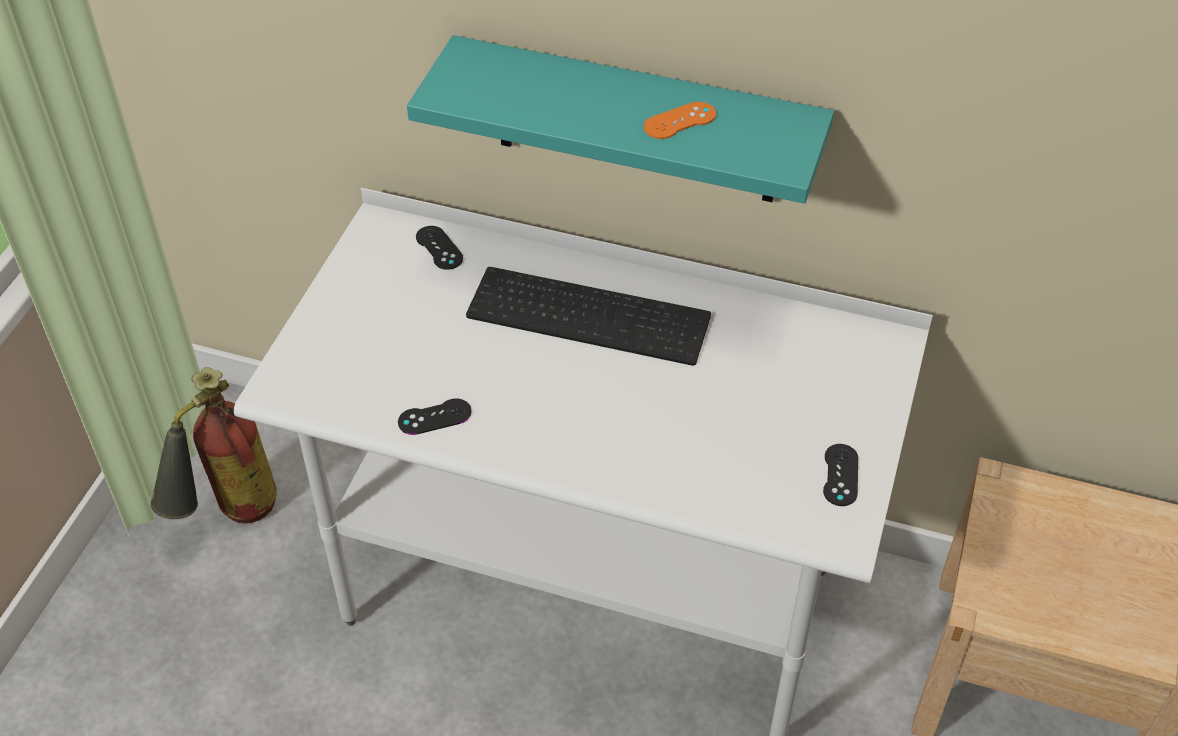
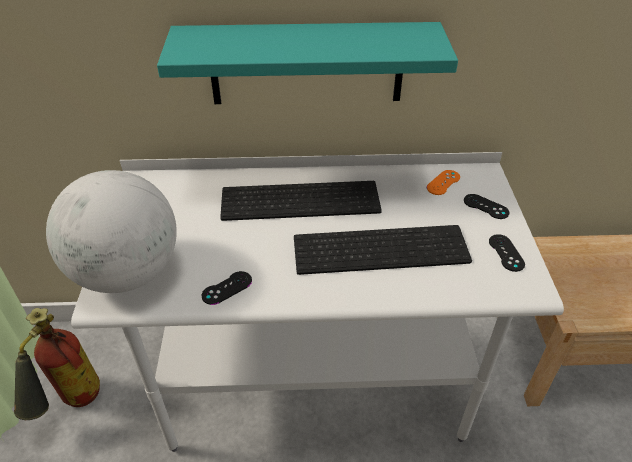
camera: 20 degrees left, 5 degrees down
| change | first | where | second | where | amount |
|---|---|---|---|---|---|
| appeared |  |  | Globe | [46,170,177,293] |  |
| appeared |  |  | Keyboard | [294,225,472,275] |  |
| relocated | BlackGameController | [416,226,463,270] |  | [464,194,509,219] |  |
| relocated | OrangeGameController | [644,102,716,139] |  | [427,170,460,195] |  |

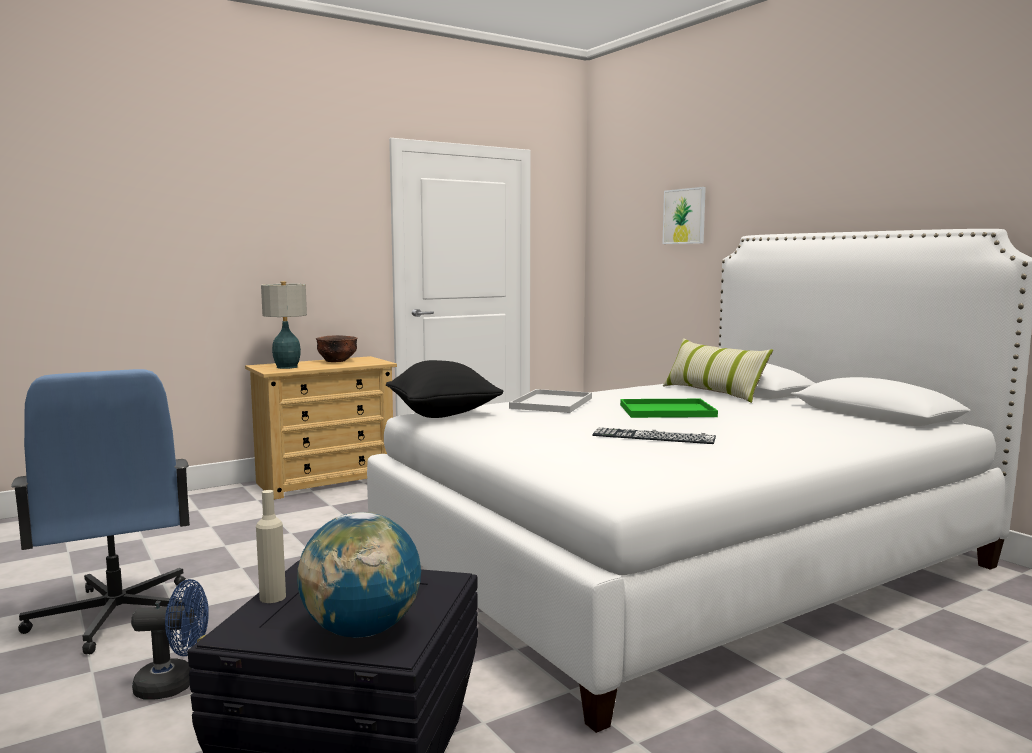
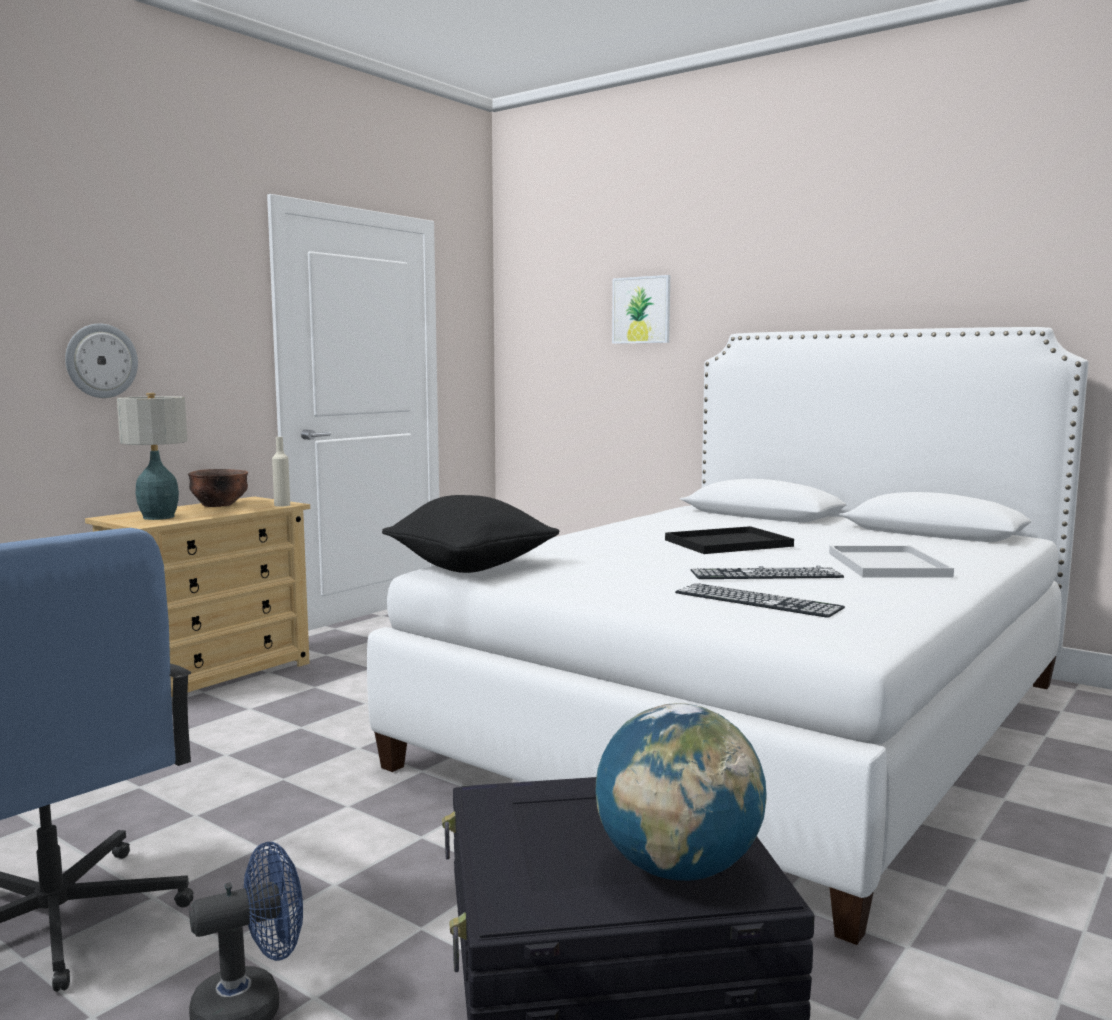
camera: 20 degrees left, 0 degrees up
| change | first | where | second | where | amount |
|---|---|---|---|---|---|
| missing | Pillow | [663,338,773,403] |  |  |  |
| appeared |  |  | WallClock | [65,324,138,398] |  |
| appeared |  |  | Keyboard | [675,583,845,618] |  |
| relocated | BeigeBottle | [256,490,286,603] |  | [272,437,290,507] |  |
| relocated | WhiteTray | [509,389,592,413] |  | [829,546,954,578] |  |
| colour | GreenTray | [620,399,718,418] | BlackTray | [665,526,794,554] |  |

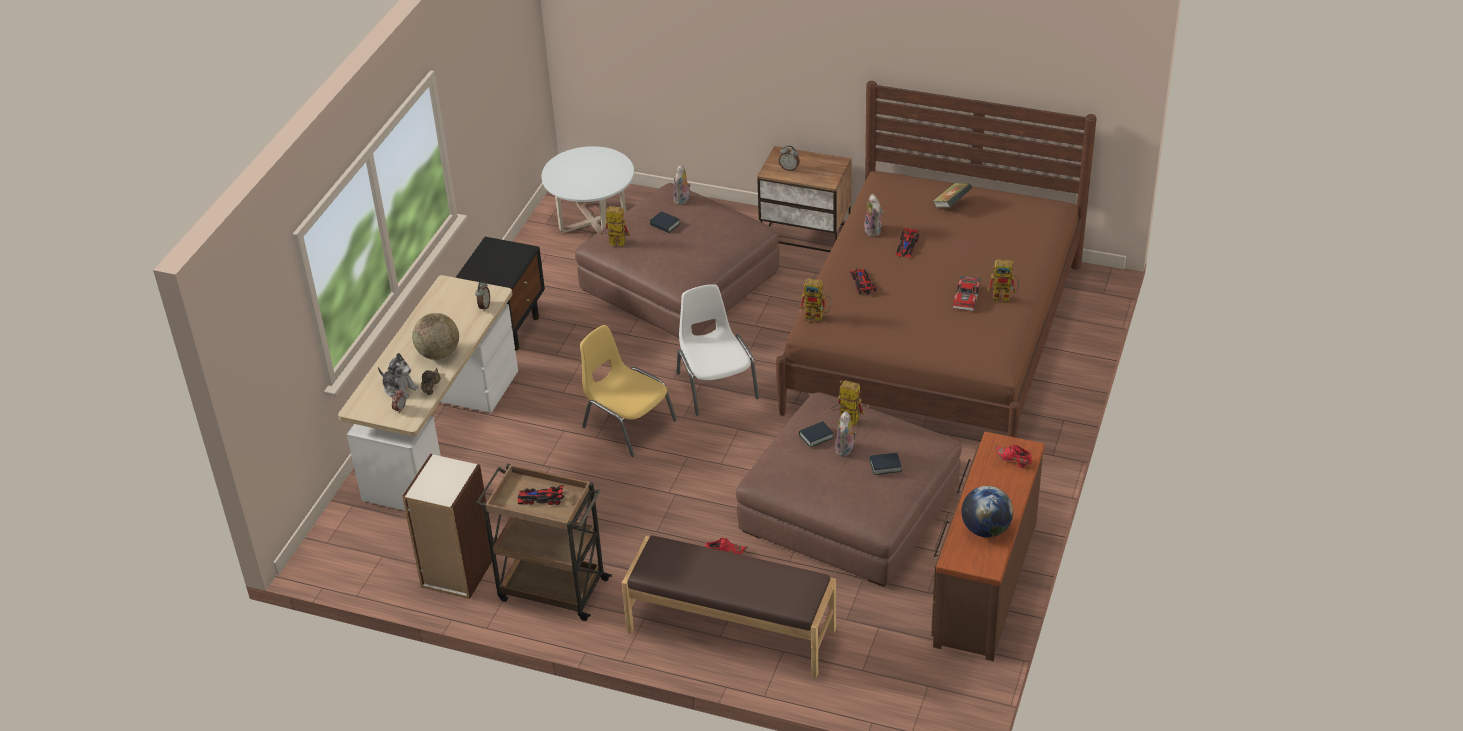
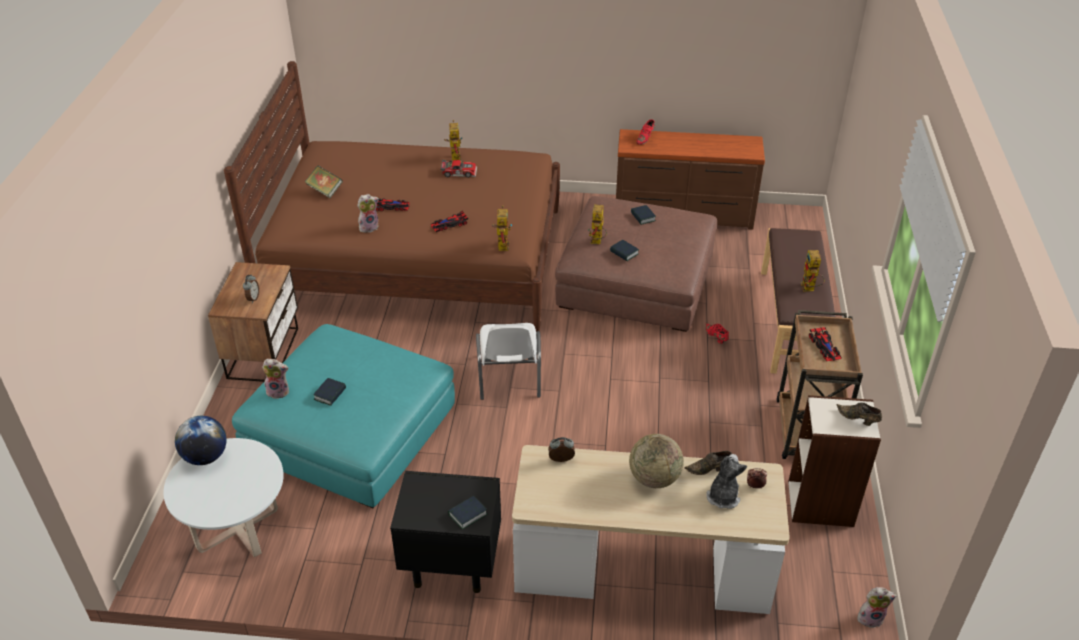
camera: 105 degrees left, 0 degrees up
| change | first | where | second | where | amount |
|---|---|---|---|---|---|
| missing | YellowChair | [580,325,677,457] |  |  |  |
| appeared |  |  | Book | [448,496,488,530] |  |
| appeared |  |  | BrownShoe | [836,403,882,426] |  |
| relocated | ToyRobot | [599,206,630,247] |  | [801,250,825,291] |  |
| relocated | PlushToy | [835,411,857,457] |  | [857,587,897,628] |  |
| relocated | Globe | [961,486,1013,538] |  | [175,416,227,465] |  |
| colour | BrownOttoman | [575,183,780,338] | TurquoiseOttoman | [232,324,455,508] |  |
| spun | WhiteChair | [676,284,759,415] |  | [476,323,541,400] | 60 degrees counterclockwise |

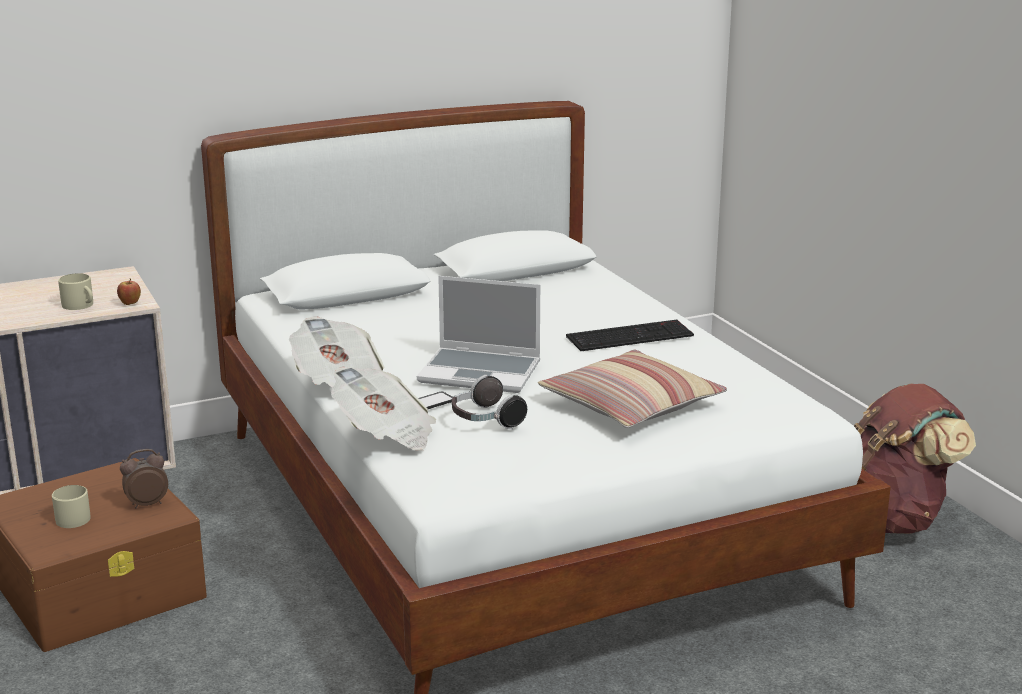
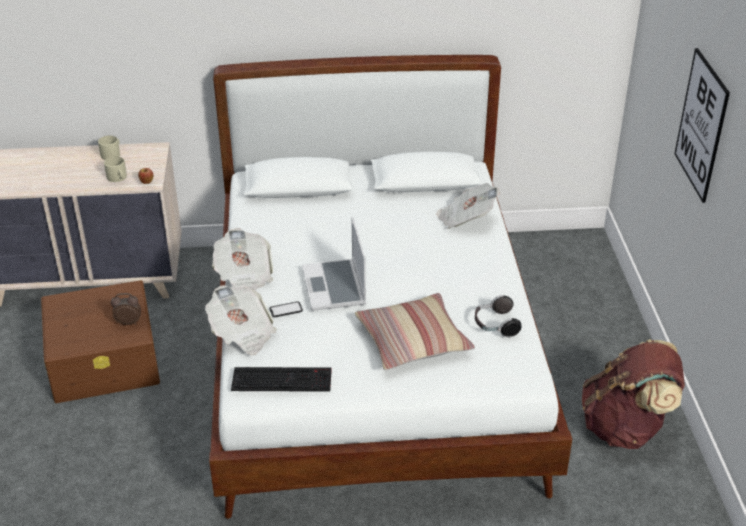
camera: 20 degrees right, 15 degrees up
| change | first | where | second | where | amount |
|---|---|---|---|---|---|
| appeared |  |  | Newspaper | [436,183,500,229] |  |
| appeared |  |  | Picture | [674,48,730,203] |  |
| relocated | BeigeMug | [52,485,91,528] |  | [98,136,120,160] |  |
| relocated | Headphones | [452,375,527,429] |  | [475,295,522,338] |  |
| relocated | Keyboard | [566,320,694,351] |  | [231,367,332,392] |  |
| spun | Laptop | [417,276,540,393] |  | [302,217,366,311] | 45 degrees clockwise |

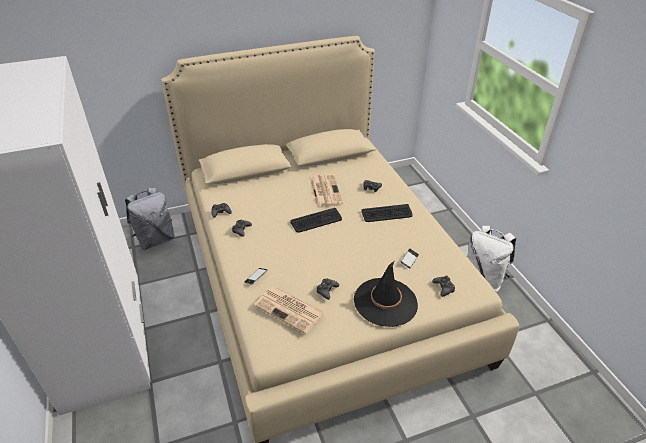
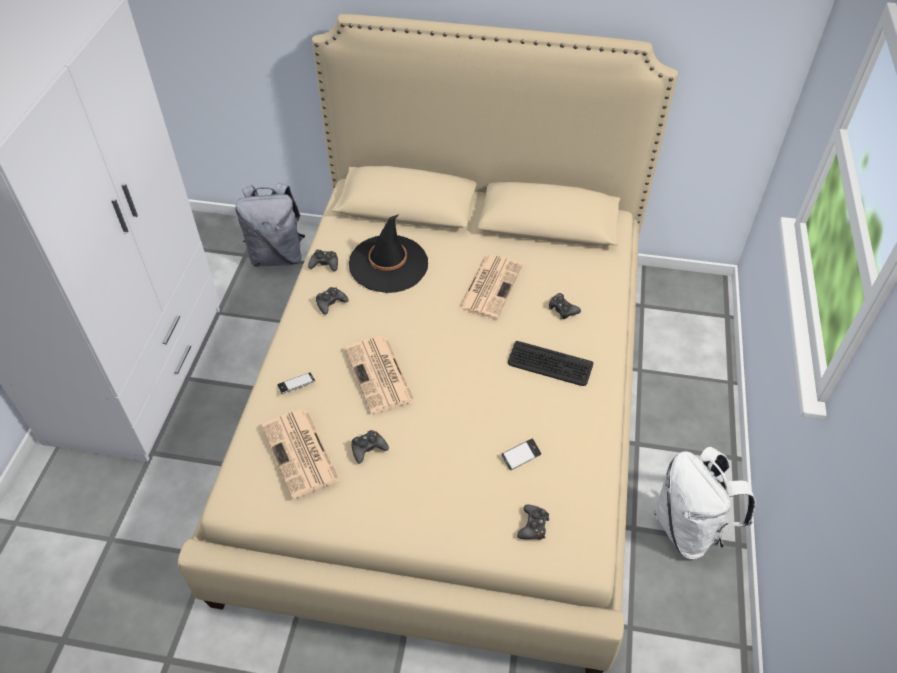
camera: 30 degrees right, 10 degrees up
| change | first | where | second | where | amount |
|---|---|---|---|---|---|
| missing | Keyboard | [291,208,342,233] |  |  |  |
| appeared |  |  | Newspaper | [345,336,415,414] |  |
| relocated | BlackHat | [354,261,418,327] |  | [349,214,428,293] |  |

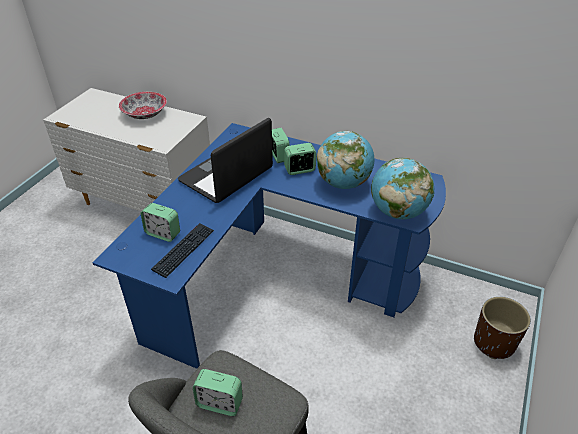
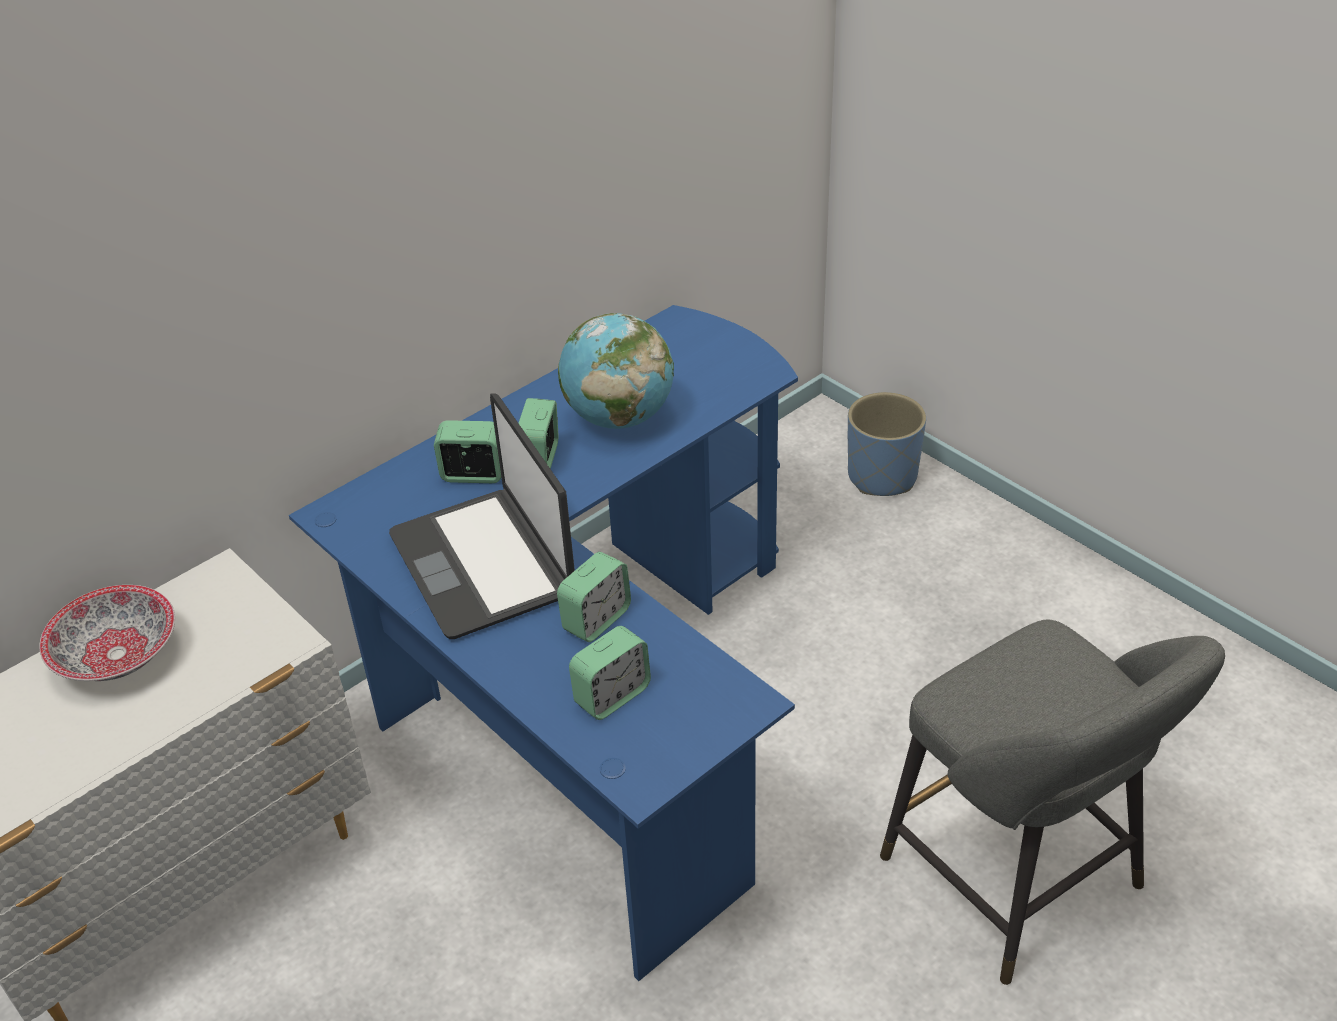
camera: 65 degrees left, 0 degrees up
| change | first | where | second | where | amount |
|---|---|---|---|---|---|
| missing | Keyboard | [151,223,214,278] |  |  |  |
| missing | Globe | [371,158,434,219] |  |  |  |
| relocated | AlarmClock | [193,369,243,416] |  | [557,552,631,642] |  |
| colour | BrownPlanter | [474,297,531,359] | BluePlanter | [848,392,926,496] |  |

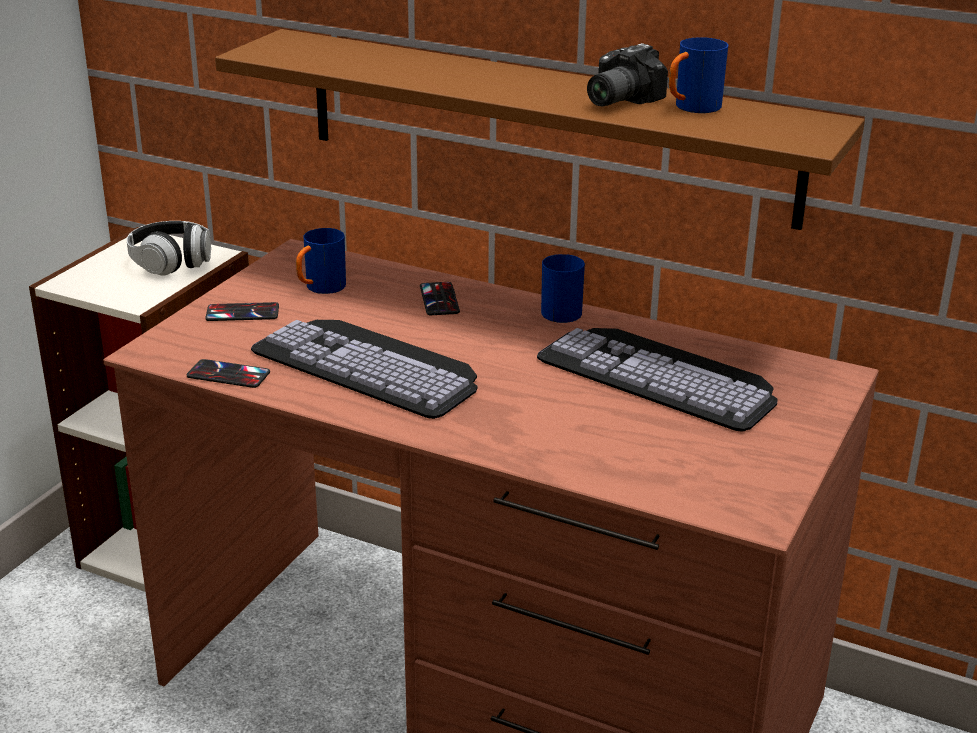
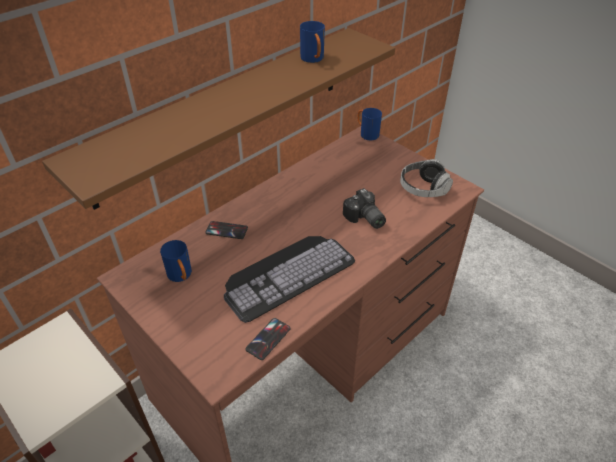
camera: 70 degrees left, 15 degrees up
| change | first | where | second | where | amount |
|---|---|---|---|---|---|
| missing | Phone | [205,302,279,321] |  |  |  |
| missing | Keyboard | [537,328,778,431] |  |  |  |
| relocated | Headphones | [127,221,211,276] |  | [400,159,453,197] |  |
| relocated | BlueMug | [541,254,585,323] |  | [357,108,382,140] |  |
| relocated | PhotoCamera | [587,43,668,106] |  | [343,188,386,229] |  |

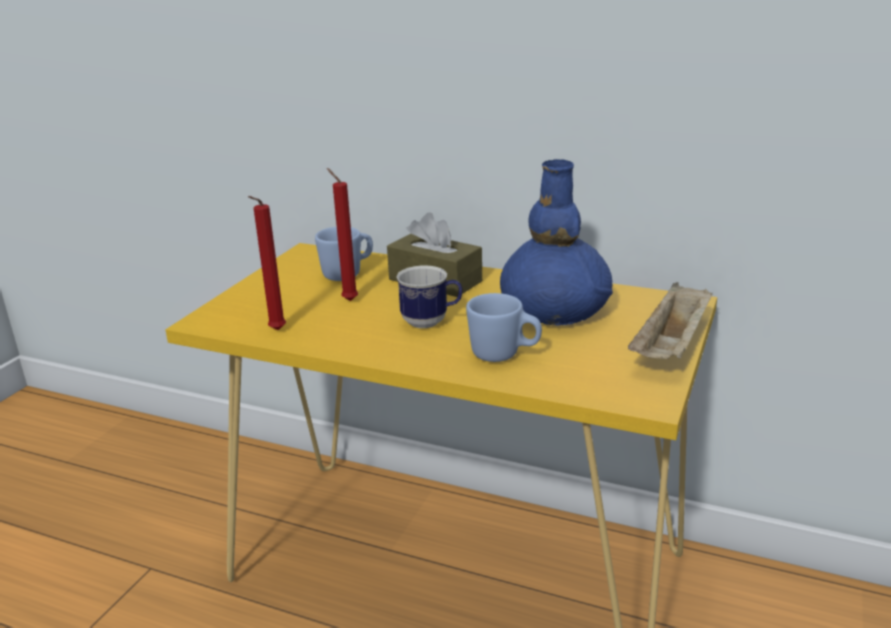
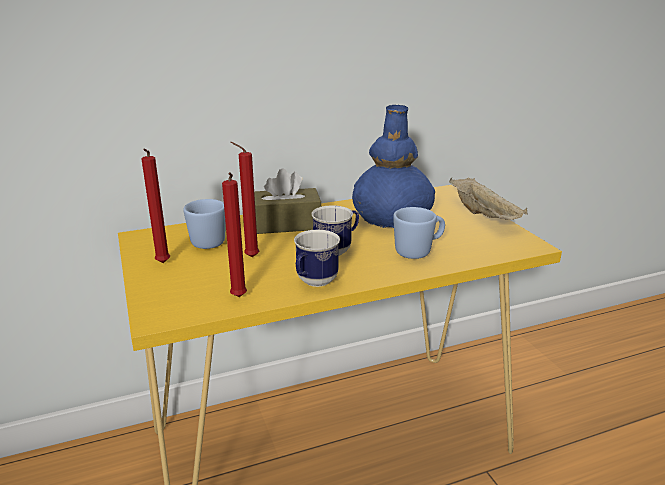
camera: 45 degrees left, 0 degrees up
| change | first | where | second | where | amount |
|---|---|---|---|---|---|
| appeared |  |  | RedCandle | [142,148,170,263] |  |
| appeared |  |  | Mug | [294,230,340,287] |  |

